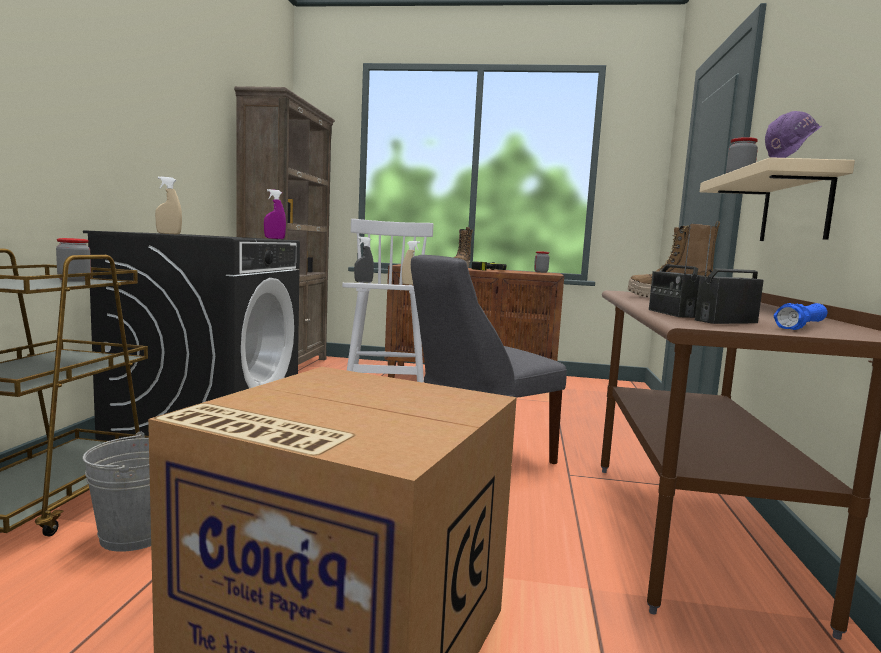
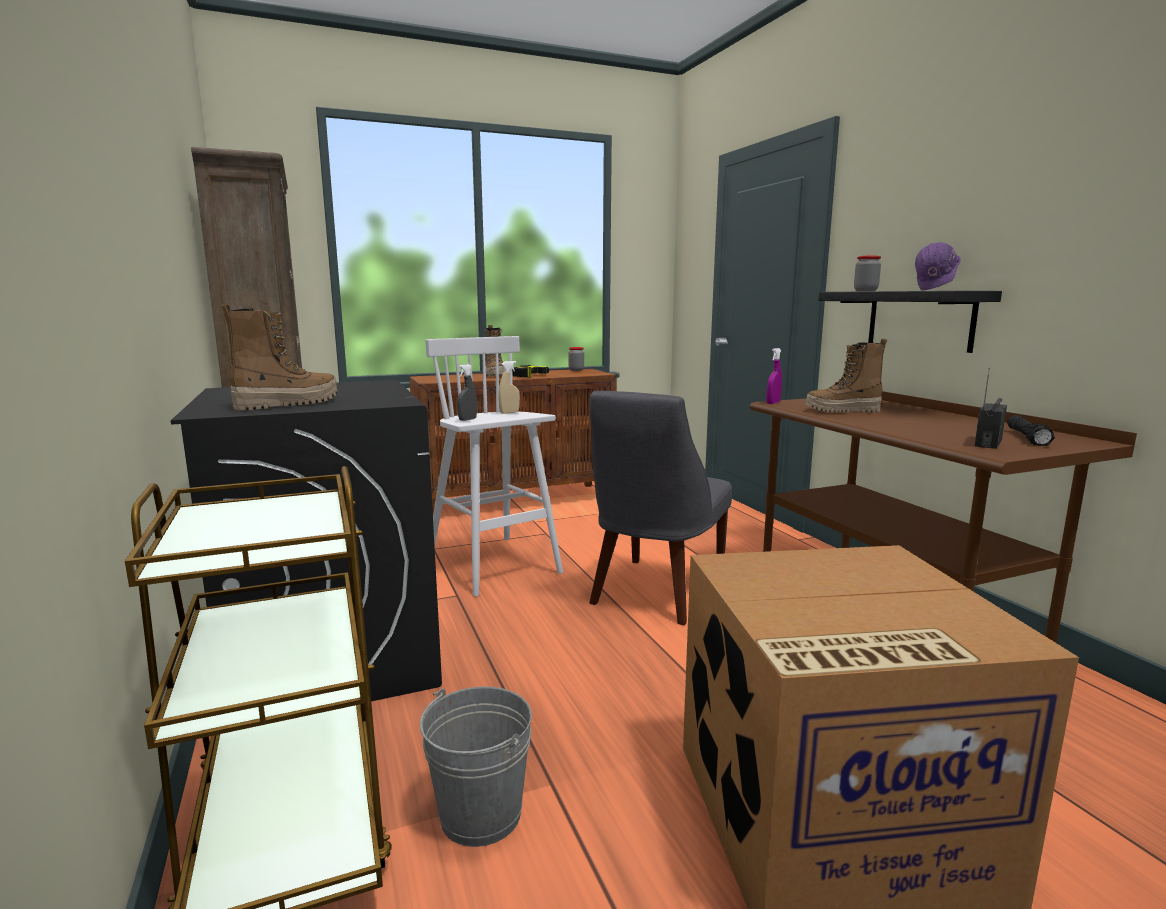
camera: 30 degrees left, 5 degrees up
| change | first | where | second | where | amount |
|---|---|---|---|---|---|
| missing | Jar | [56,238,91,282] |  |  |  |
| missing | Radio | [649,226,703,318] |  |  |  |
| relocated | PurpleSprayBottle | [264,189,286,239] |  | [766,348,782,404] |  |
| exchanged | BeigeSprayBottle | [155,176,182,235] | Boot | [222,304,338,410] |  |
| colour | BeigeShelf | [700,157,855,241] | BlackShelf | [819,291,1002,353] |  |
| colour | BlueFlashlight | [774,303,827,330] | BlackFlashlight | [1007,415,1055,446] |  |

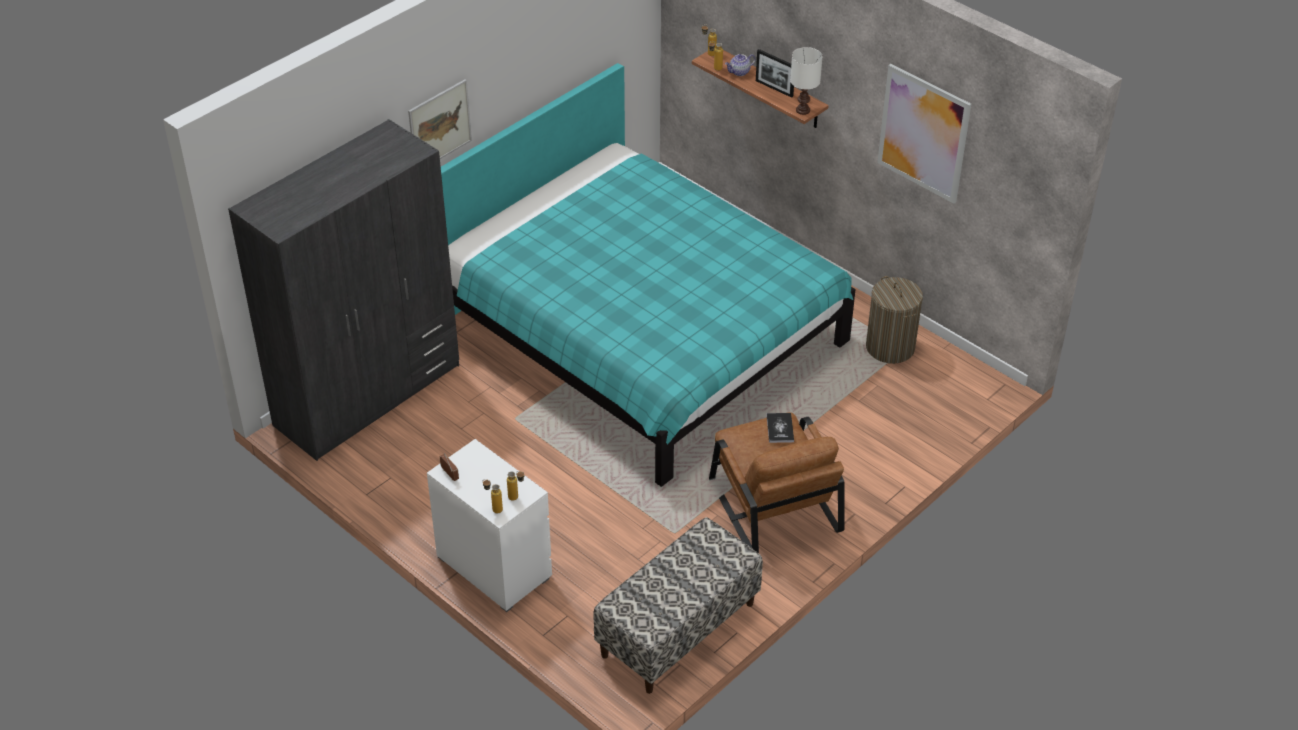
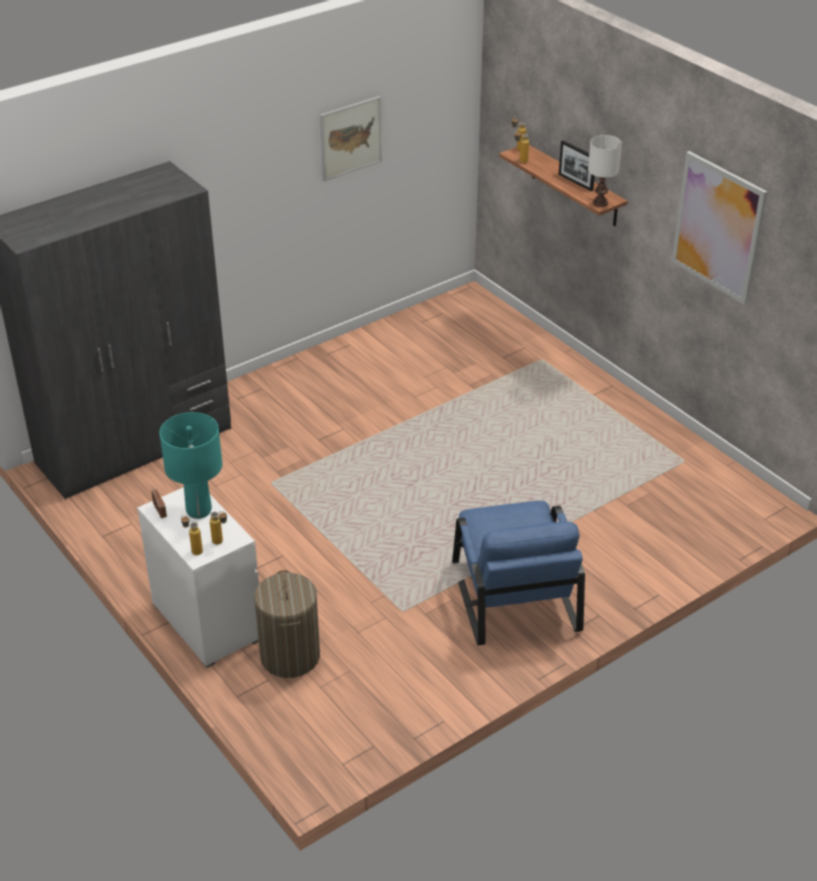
camera: 10 degrees right, 5 degrees down
| change | first | where | second | where | amount |
|---|---|---|---|---|---|
| missing | TurquoiseBed | [441,63,856,487] |  |  |  |
| missing | Bench | [593,517,763,694] |  |  |  |
| missing | Teapot | [725,54,756,76] |  |  |  |
| missing | Book | [766,413,794,443] |  |  |  |
| appeared |  |  | TurquoiseTableLamp | [159,412,222,519] |  |
| relocated | Picture | [408,79,472,159] |  | [320,96,382,181] |  |
| relocated | LaundryBasket | [866,276,923,364] |  | [254,570,320,678] |  |
| colour | BrownArmchair | [709,412,845,553] | BlueArmchair | [452,501,585,645] |  |

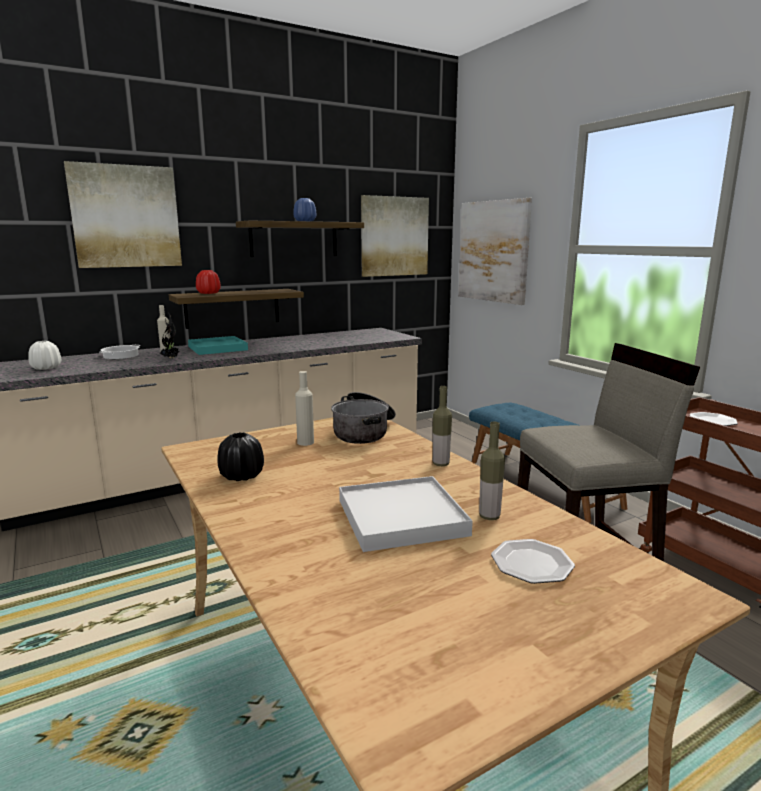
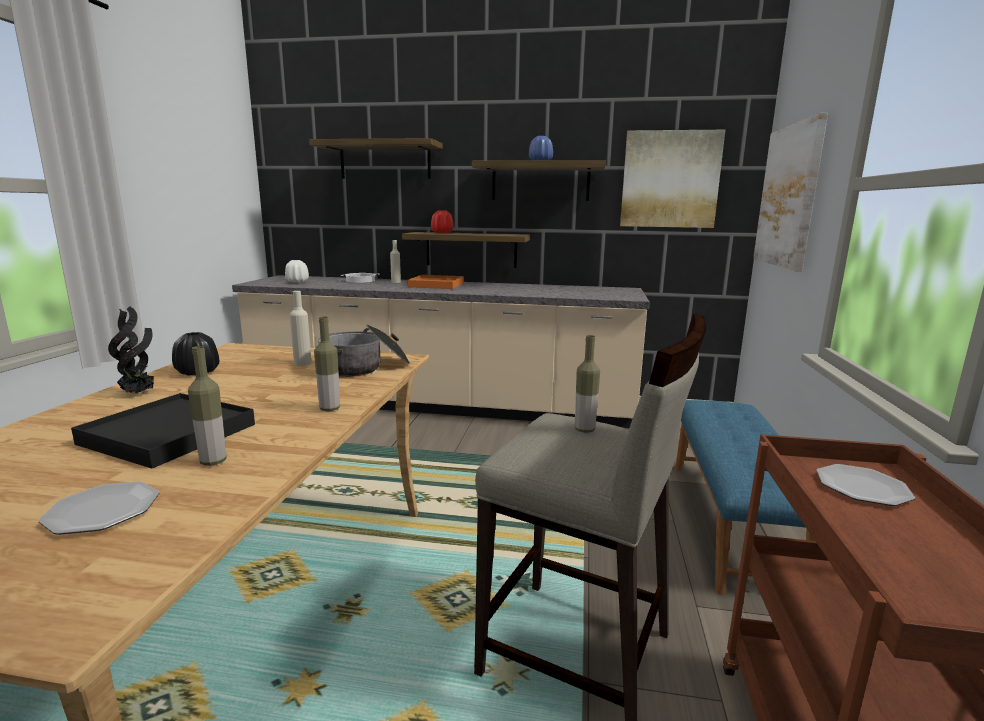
camera: 40 degrees right, 0 degrees up
| change | first | where | second | where | amount |
|---|---|---|---|---|---|
| appeared |  |  | Bottle | [575,335,600,433] |  |
| relocated | PottedPlant | [160,313,180,358] |  | [108,306,154,394] |  |
| exchanged | Picture | [64,161,182,268] | Shelf | [309,138,443,179] |  |
| colour | TurquoiseTray | [188,336,248,355] | OrangeTray | [407,275,464,289] |  |
| colour | WhiteTray | [339,476,473,552] | BlackTray | [71,393,255,468] |  |

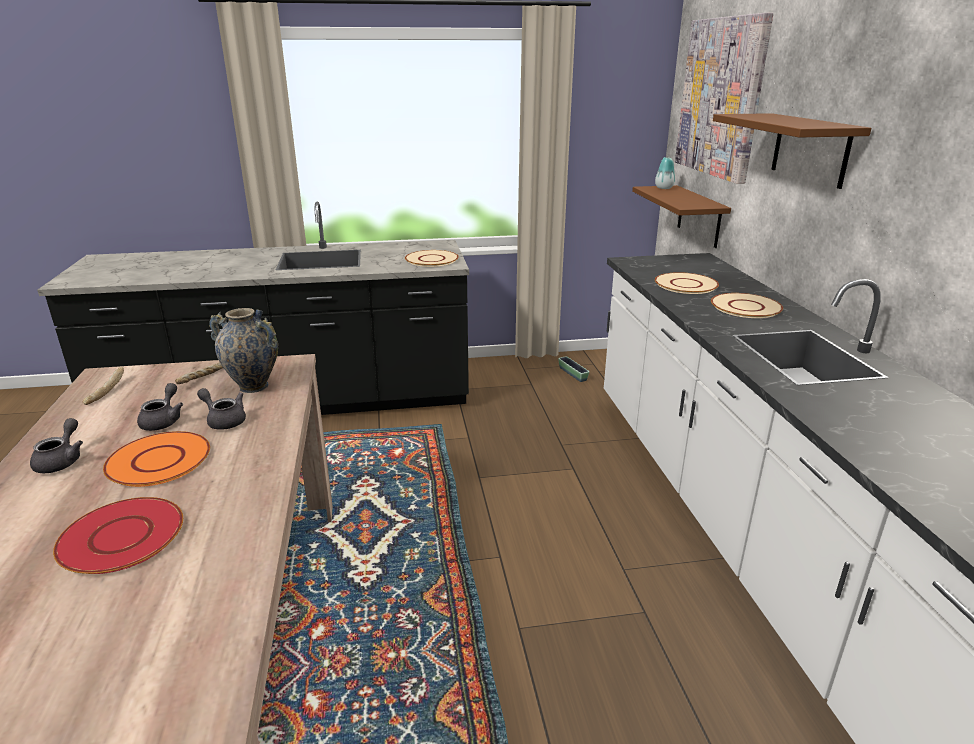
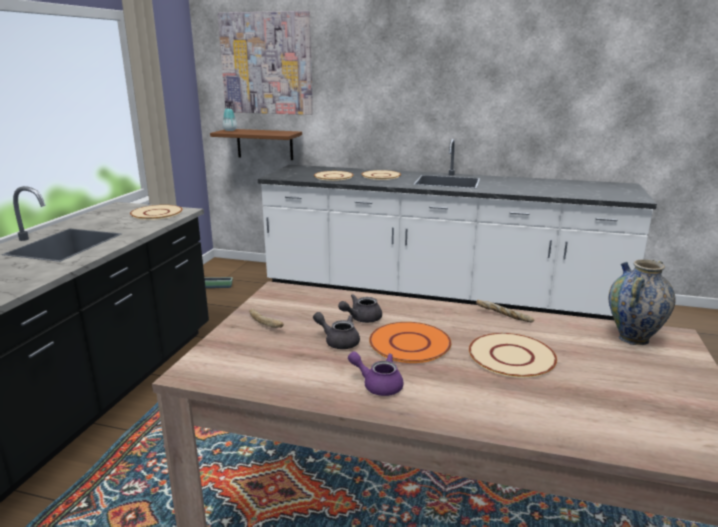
camera: 65 degrees left, 5 degrees down
| change | first | where | second | where | amount |
|---|---|---|---|---|---|
| missing | BrownShelf | [713,113,871,189] |  |  |  |
| relocated | Bread | [83,367,124,405] |  | [476,300,534,322] |  |
| relocated | Vase | [209,308,278,393] |  | [609,259,676,345] |  |
| colour | GreyTeapot | [30,418,83,473] | PurpleTeapot | [348,351,403,396] |  |
| colour | RedPlate | [53,497,183,574] | BeigePlate | [469,333,557,378] |  |

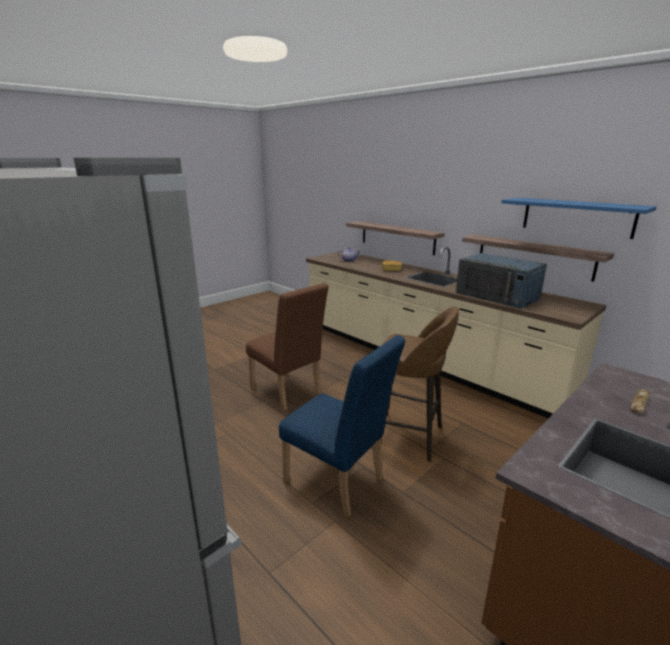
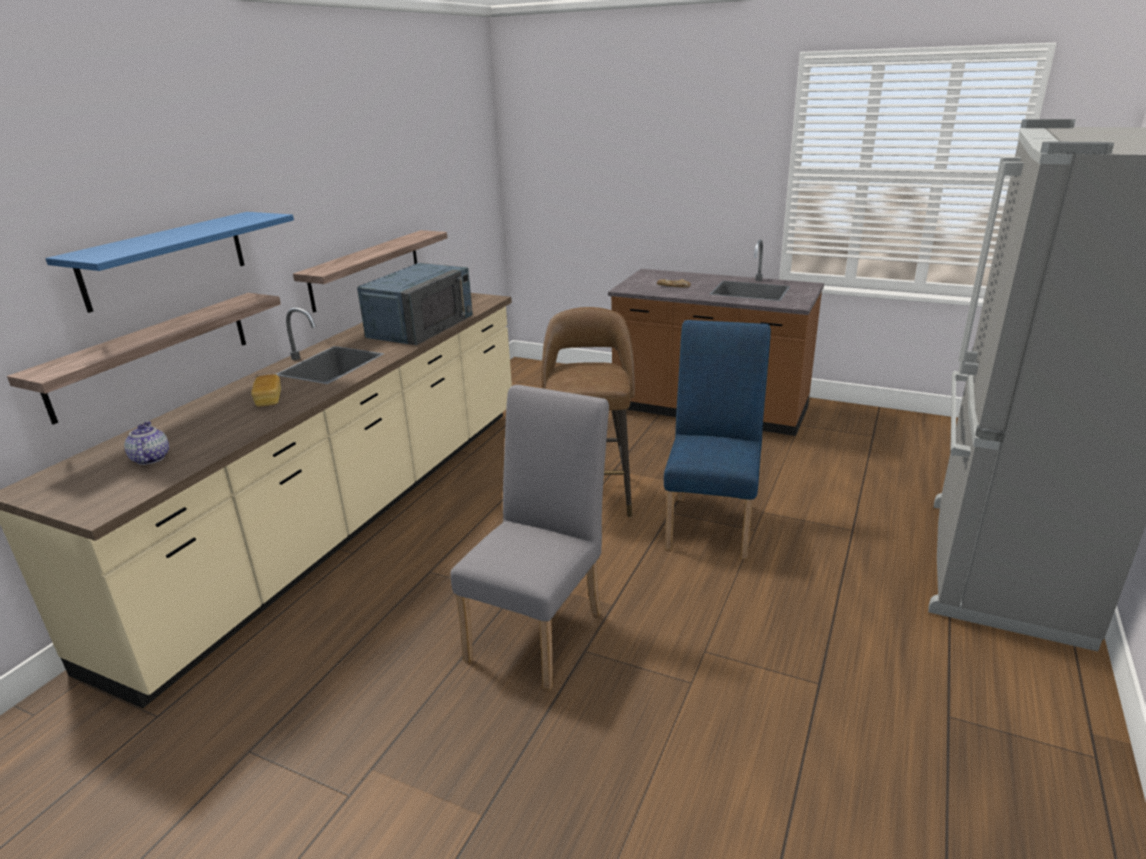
camera: 110 degrees left, 5 degrees up
| change | first | where | second | where | amount |
|---|---|---|---|---|---|
| relocated | BlueShelf | [501,198,657,239] |  | [45,212,294,313] |  |
| colour | BrownChair | [246,283,328,411] | GreyChair | [450,385,609,690] |  |

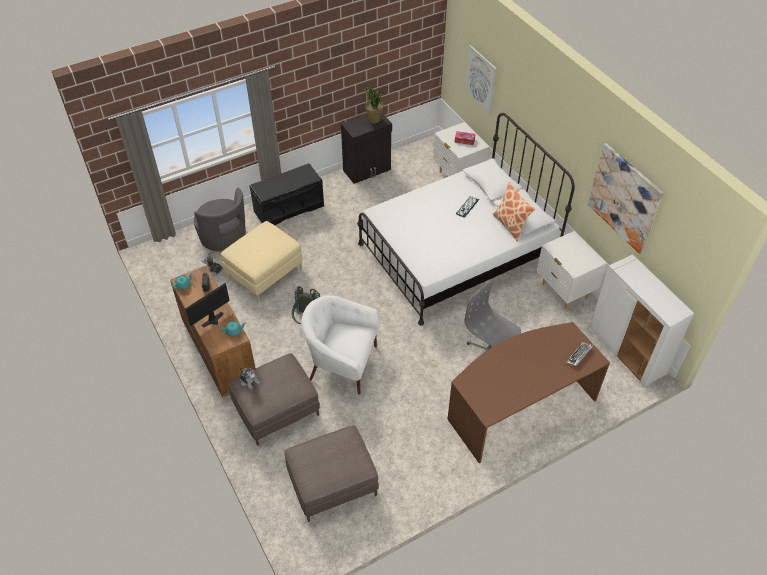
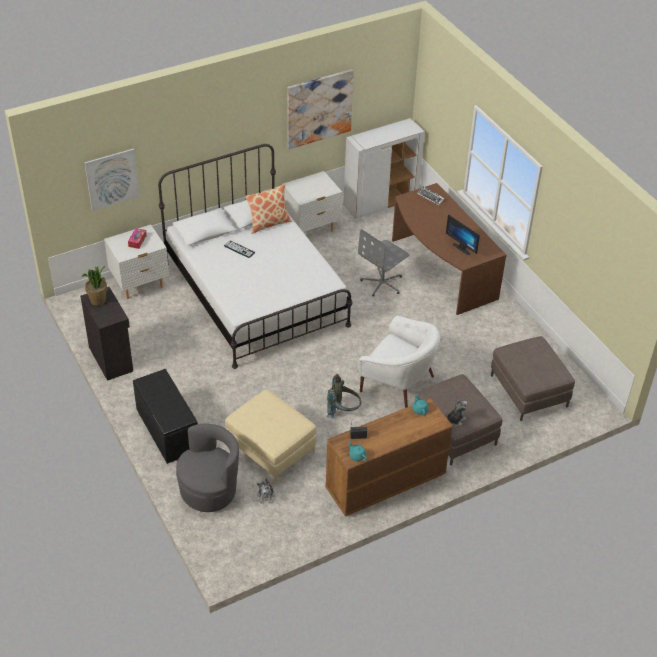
camera: 90 degrees left, 5 degrees down
| change | first | where | second | where | amount |
|---|---|---|---|---|---|
| relocated | Monitor | [185,283,230,328] |  | [446,214,480,255] |  |
| spun | WhiteArmchair | [301,295,380,394] |  | [358,316,440,408] | 75 degrees counterclockwise |

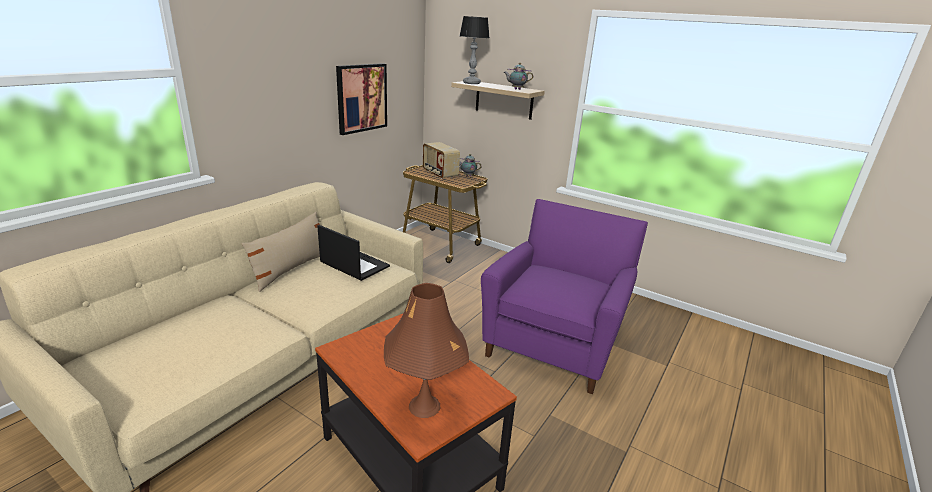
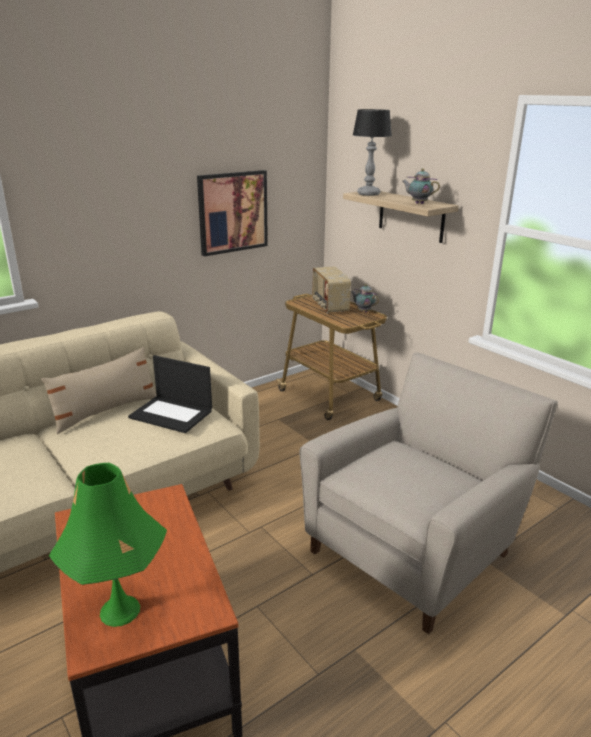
camera: 20 degrees right, 0 degrees up
| change | first | where | second | where | amount |
|---|---|---|---|---|---|
| colour | BrownTableLamp | [384,283,469,418] | GreenTableLamp | [49,463,167,627] |  |
| colour | PurpleArmchair | [481,199,648,394] | BeigeArmchair | [299,353,558,634] |  |
| spun | Laptop | [317,225,390,281] |  | [128,355,212,433] | 150 degrees clockwise |

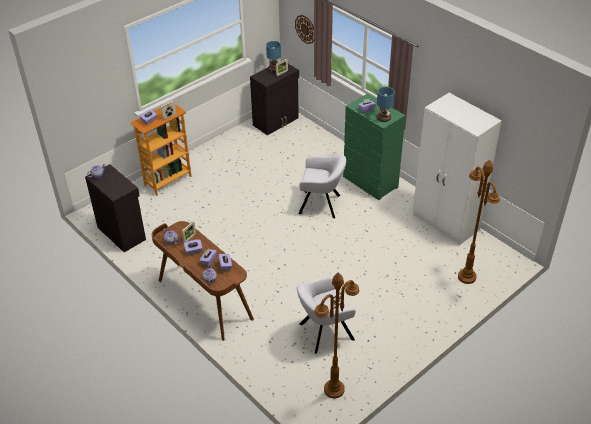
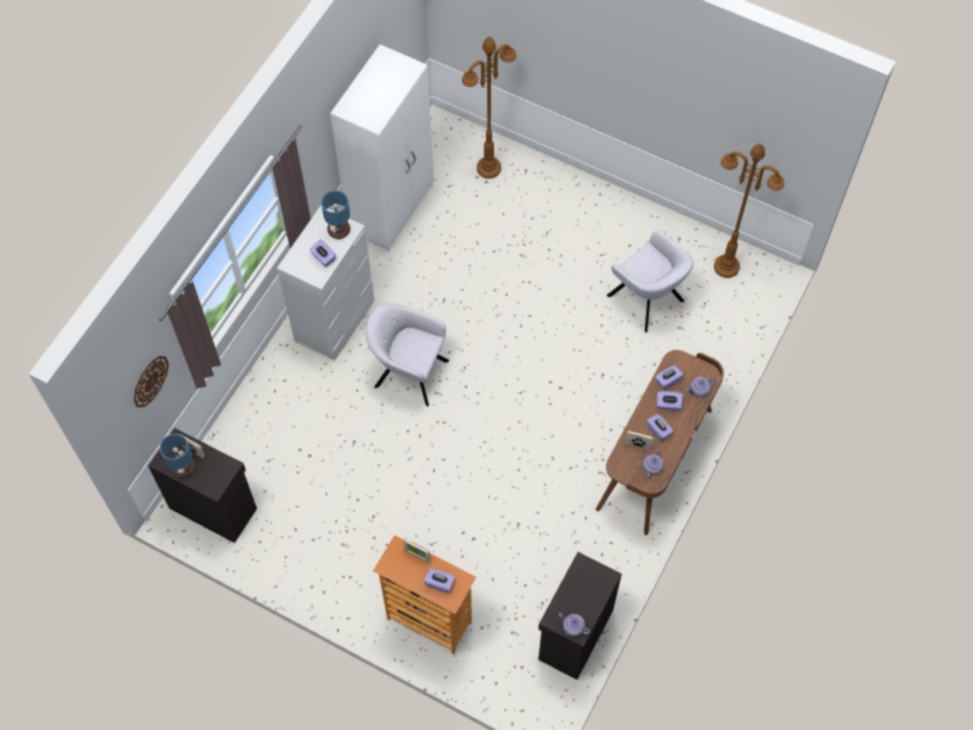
camera: 110 degrees left, 20 degrees up
| change | first | where | second | where | amount |
|---|---|---|---|---|---|
| colour | GreenDresser | [343,93,405,200] | WhiteDresser | [277,206,375,360] |  |
| spun | GreyArmchair | [298,155,346,219] |  | [366,303,449,407] | 60 degrees counterclockwise |

